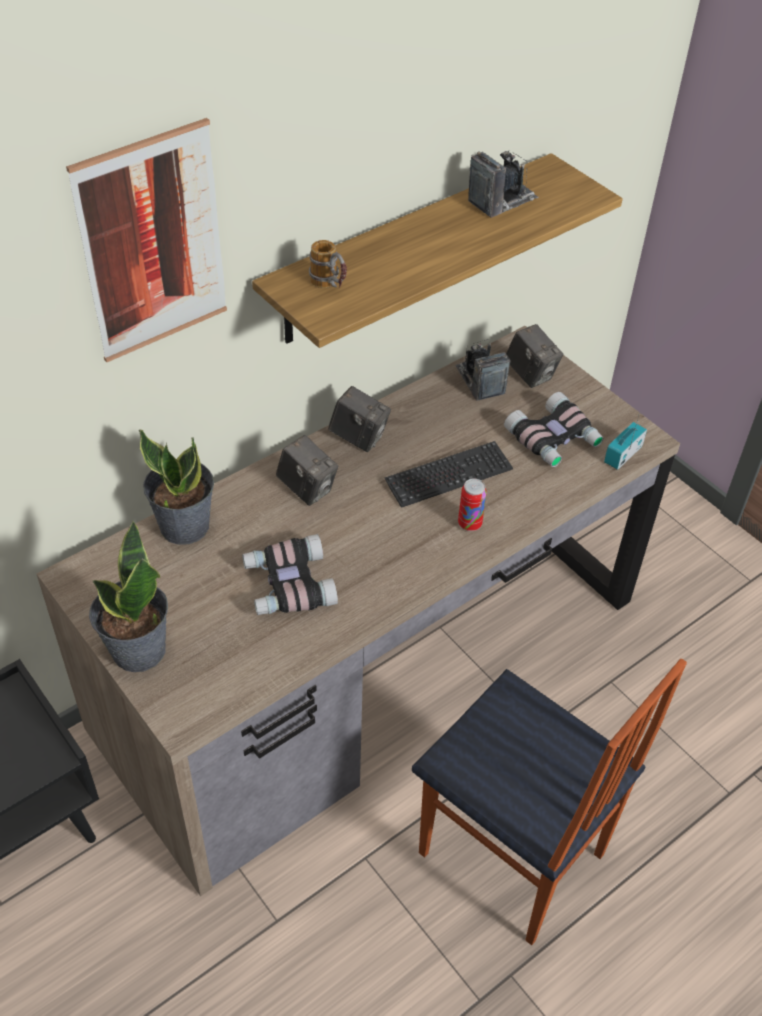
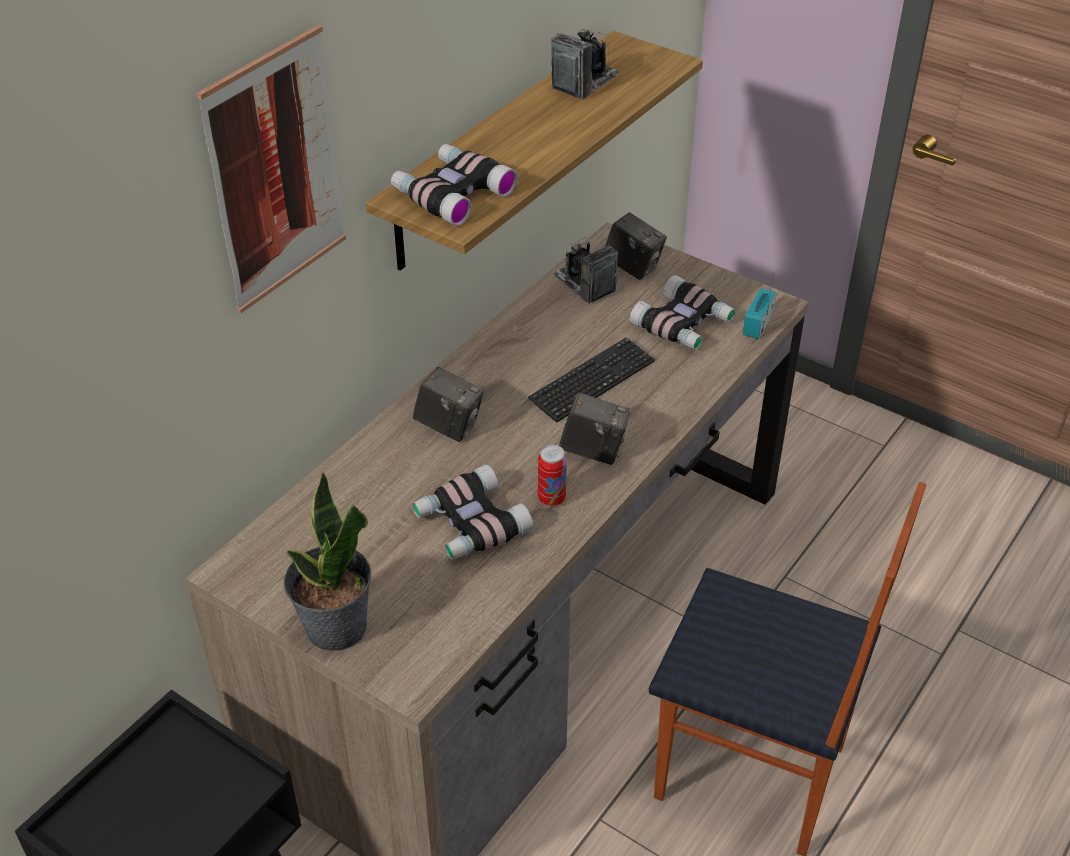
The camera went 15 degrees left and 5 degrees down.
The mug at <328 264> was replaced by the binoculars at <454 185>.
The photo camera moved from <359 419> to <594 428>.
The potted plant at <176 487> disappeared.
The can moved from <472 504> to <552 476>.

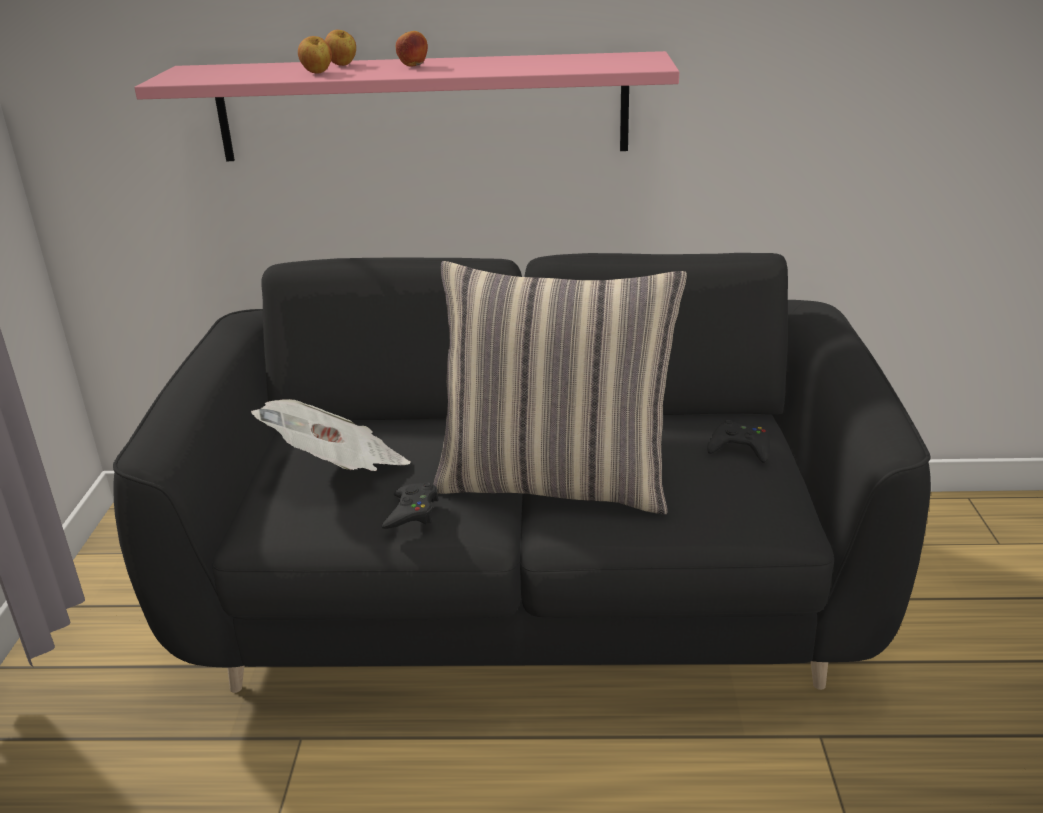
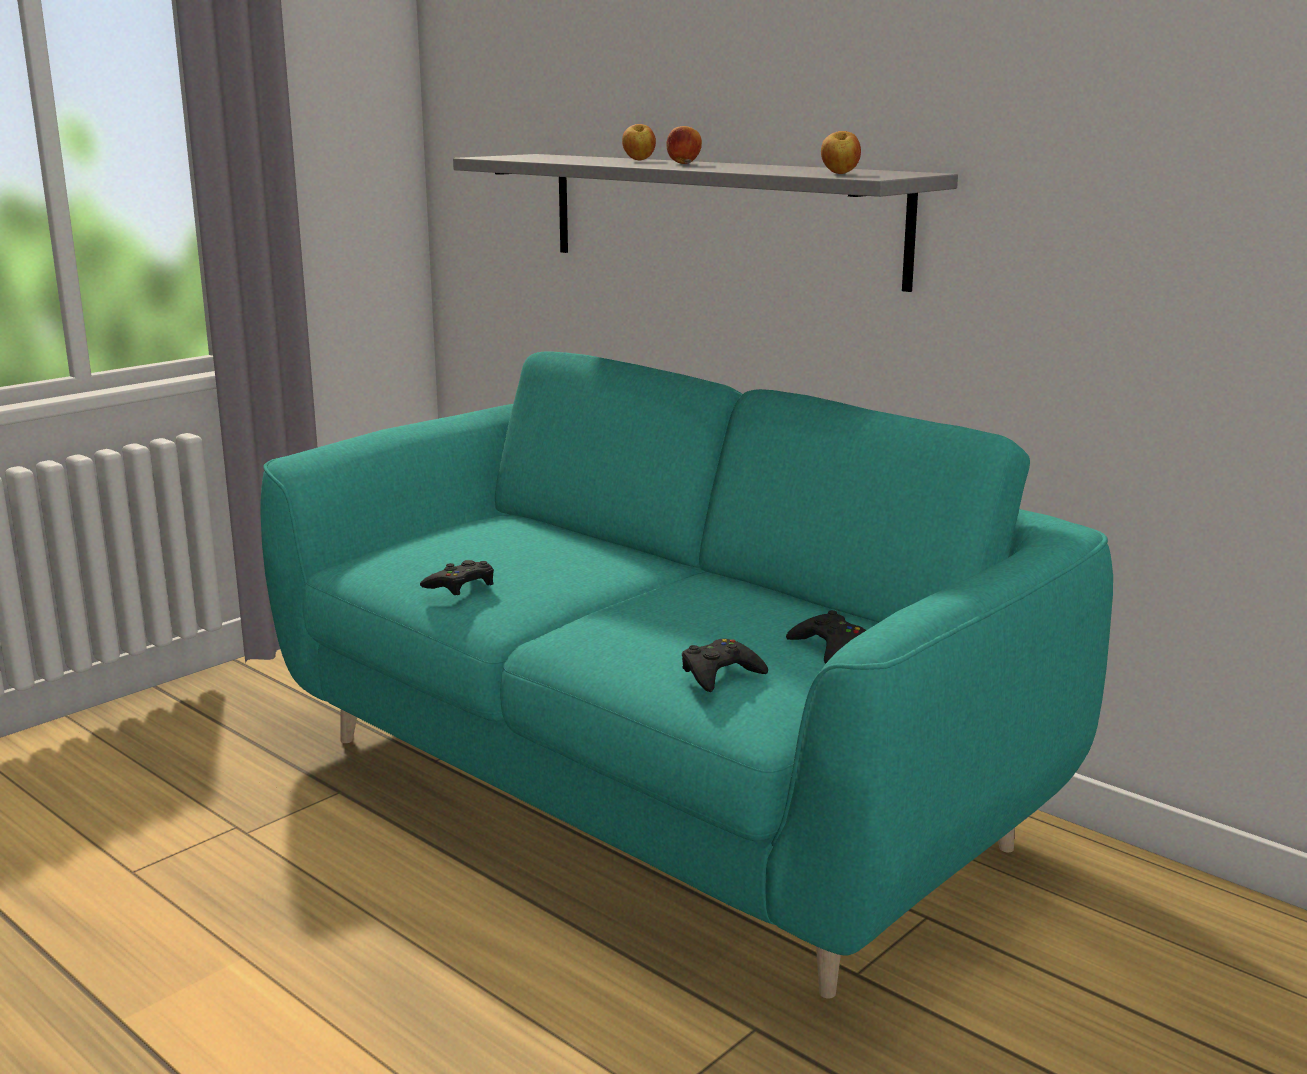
The camera went 40 degrees right and 10 degrees down.
The apple moved from <315 55> to <841 152>.
The pink shelf at <406 106> became the grey shelf at <705 223>.
The black sofa at <522 473> became the turquoise sofa at <687 675>.
The pillow at <560 387> disappeared.
The newspaper at <331 435> disappeared.
The black game controller at <725 665> appeared.

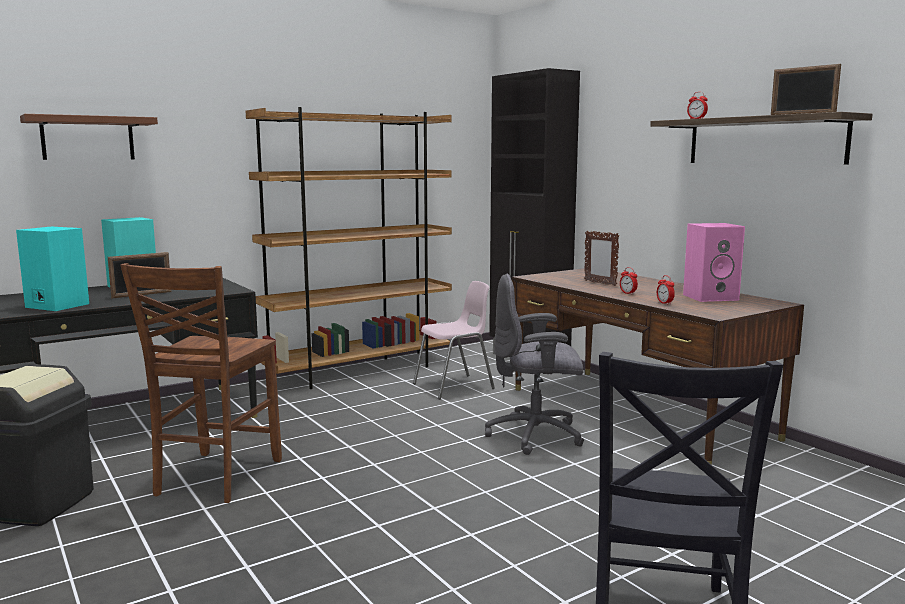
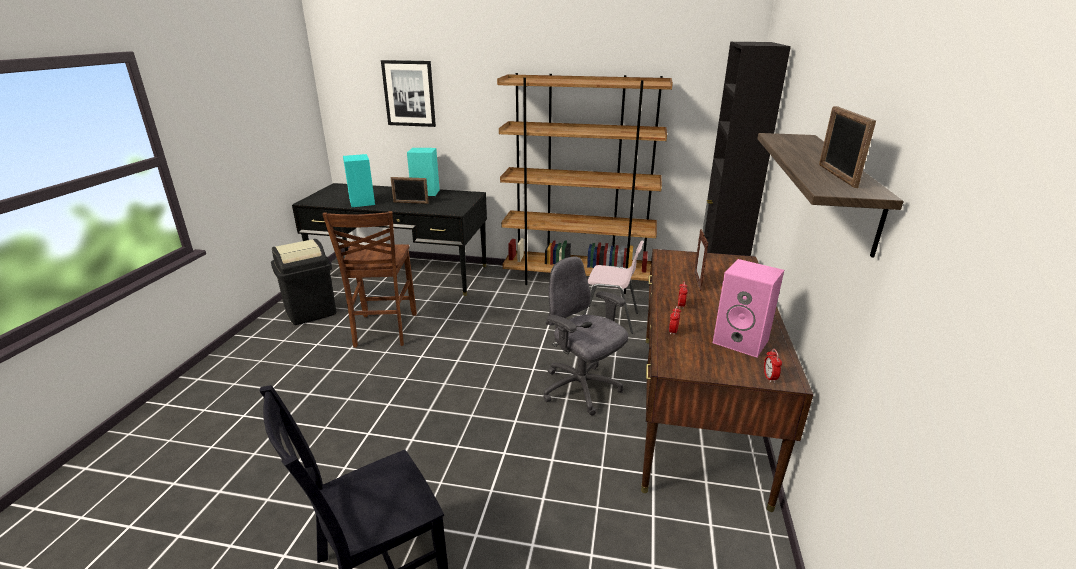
The camera went 45 degrees right and 15 degrees up.
The alarm clock moved from <697 105> to <773 366>.
The brown shelf at <89 137> was replaced by the picture at <408 93>.
The brown chair at <201 383> turned 60 degrees counterclockwise.

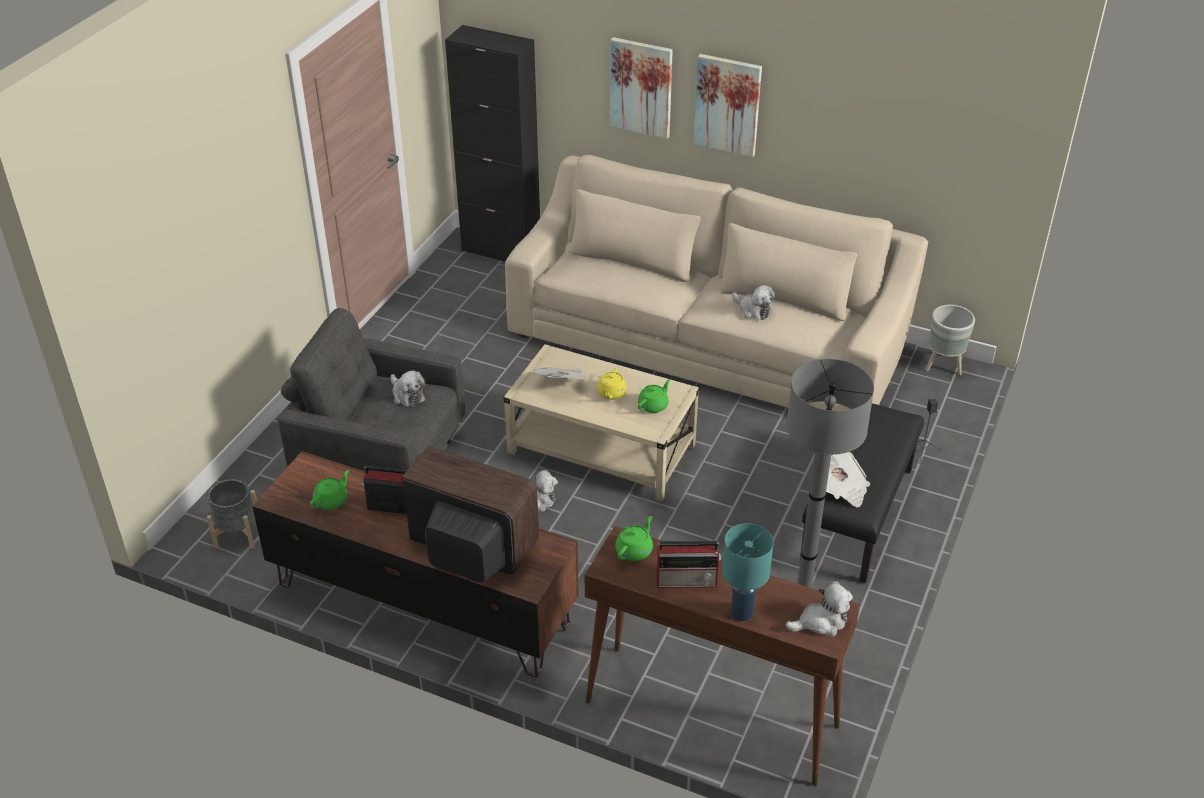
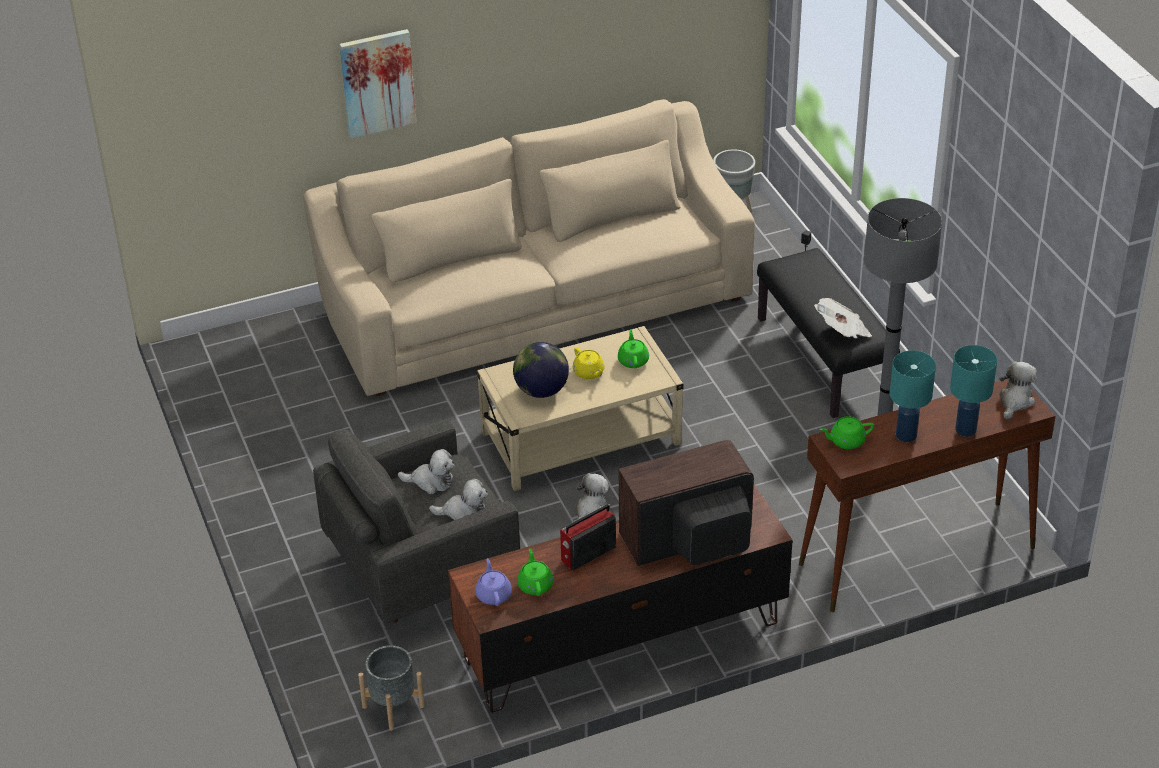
The camera went 45 degrees left and 0 degrees up.
The black cabinet at <492 143> disappeared.
The picture at <728 105> disappeared.
The plush toy moved from <753 302> to <458 499>.
The newspaper at <560 373> was replaced by the globe at <541 370>.
The green teapot at <634 538> turned 90 degrees counterclockwise.
The radio at <689 564> was replaced by the turquoise table lamp at <913 396>.
The purple teapot at <493 582> appeared.

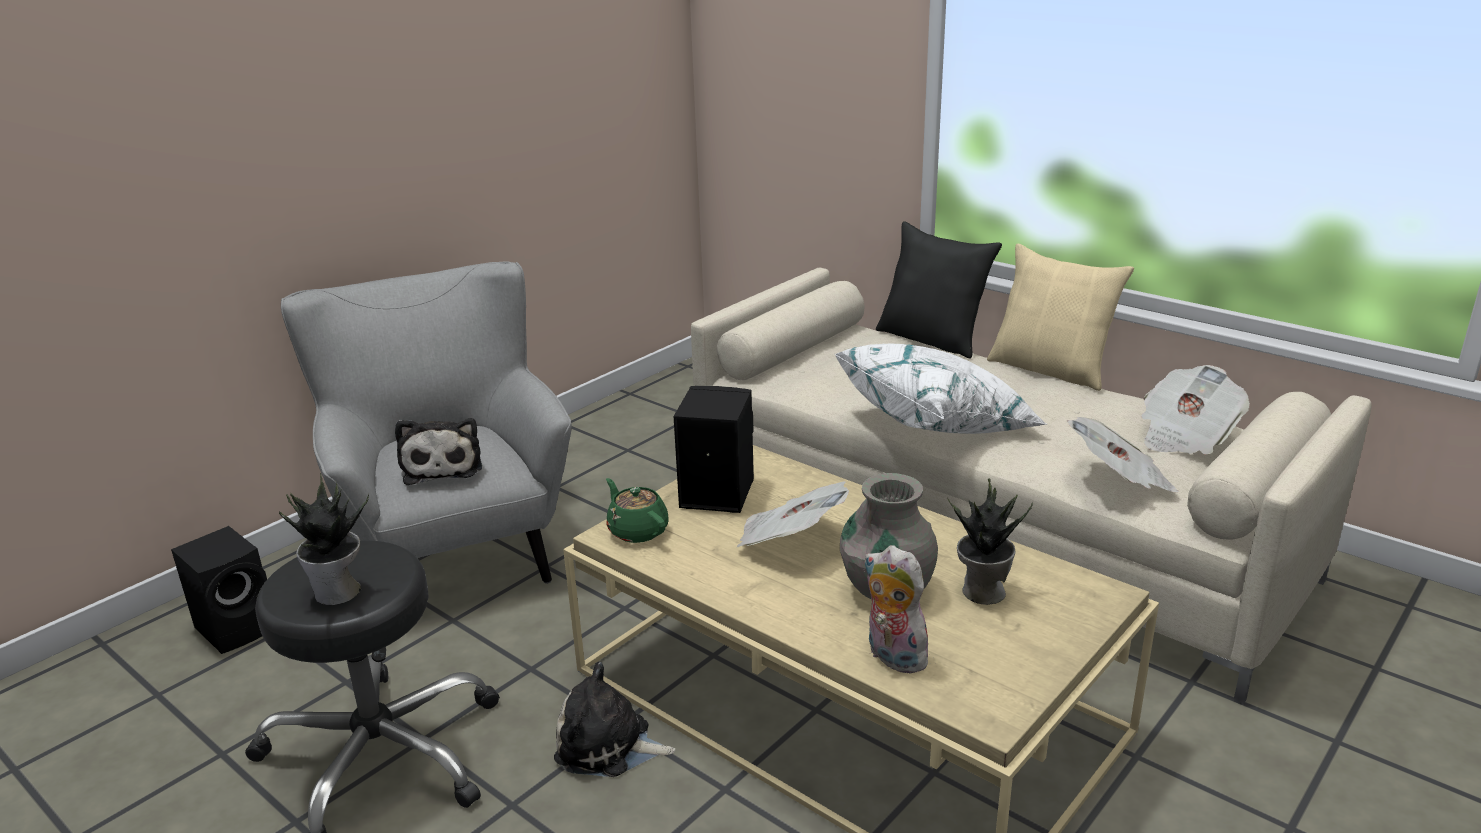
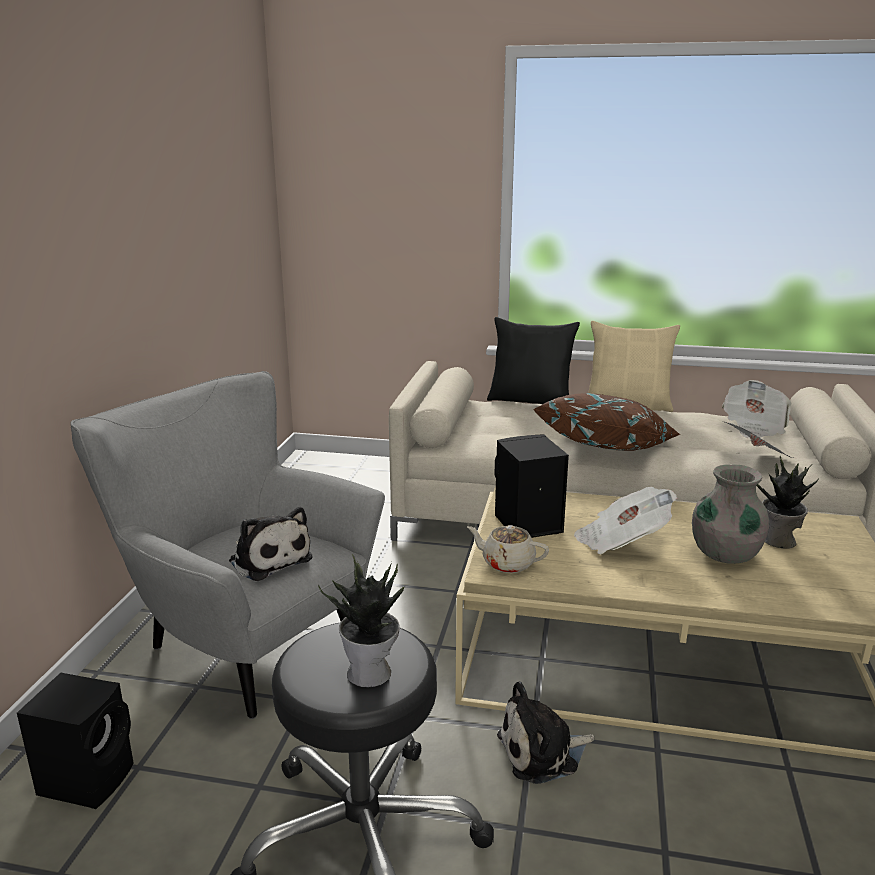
The camera went 30 degrees left and 5 degrees down.
The white pillow at <941 389> became the brown pillow at <607 422>.
The green teapot at <637 510> became the beige teapot at <508 549>.
The plush toy at <899 609> disappeared.

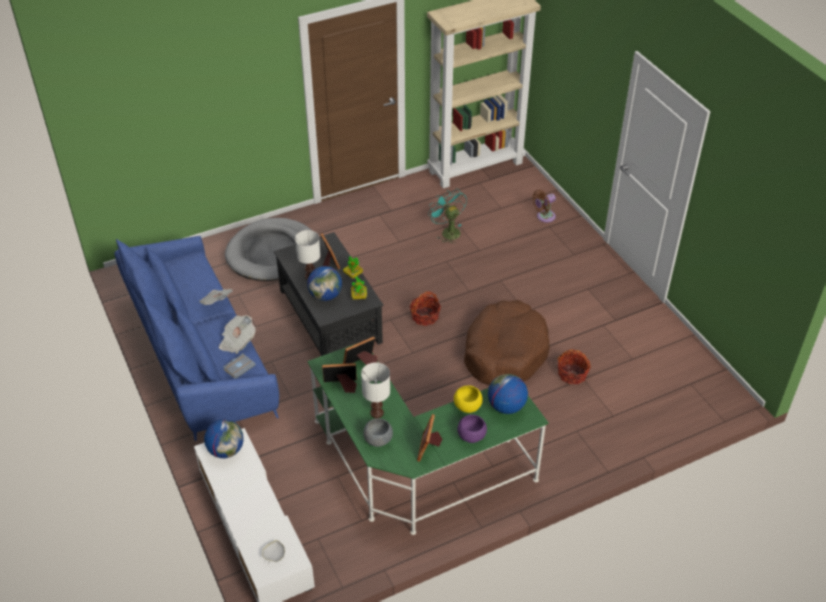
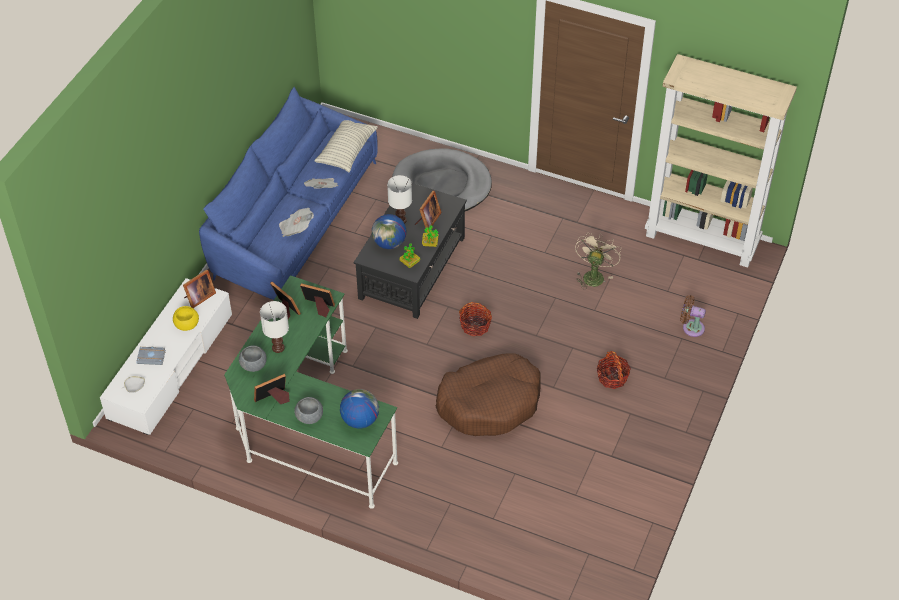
The camera went 50 degrees right and 5 degrees up.
The turquoise fan at <447 216> became the beige fan at <598 261>.
The basket moved from <574 366> to <614 370>.
The grey book moved from <239 366> to <151 356>.
The yellow bowl moved from <468 399> to <186 318>.
The purple bowl at <472 429> became the grey bowl at <308 410>.
The globe at <224 438> was replaced by the picture frame at <199 288>.
The pillow at <346 146> appeared.

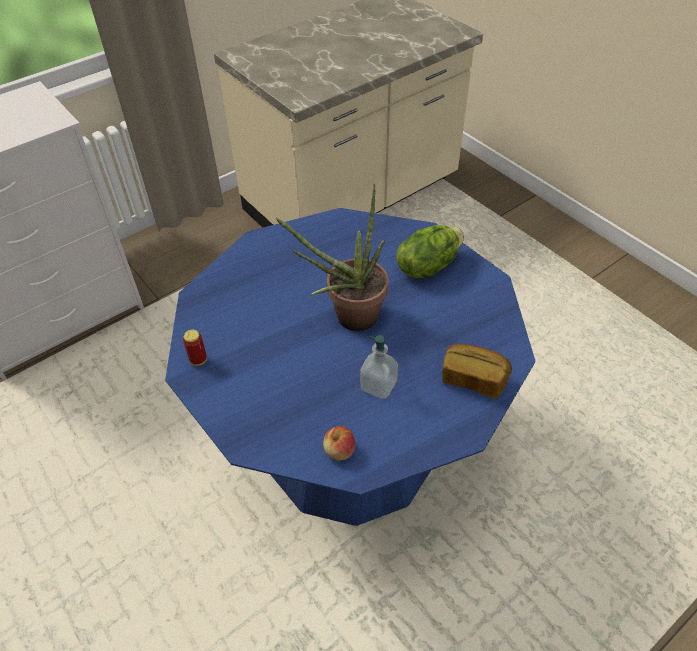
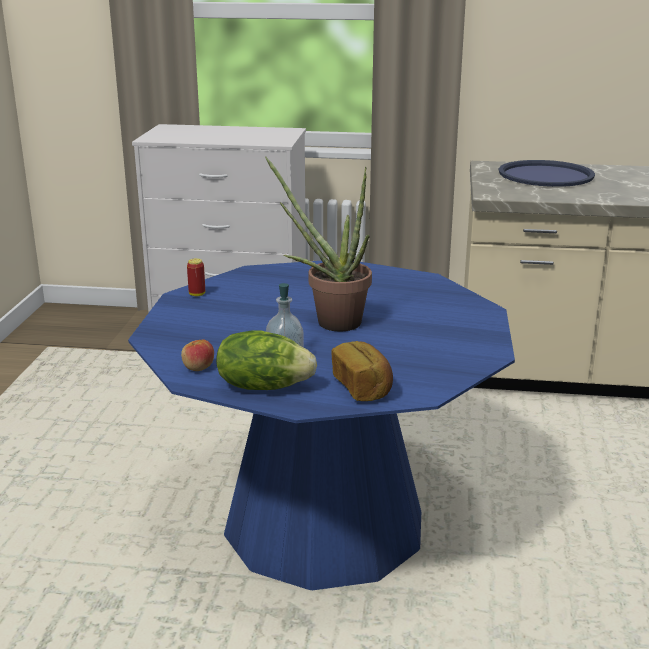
The camera went 45 degrees right and 25 degrees down.
The lettuce moved from <430 251> to <266 360>.
The blue tray at <547 173> appeared.

